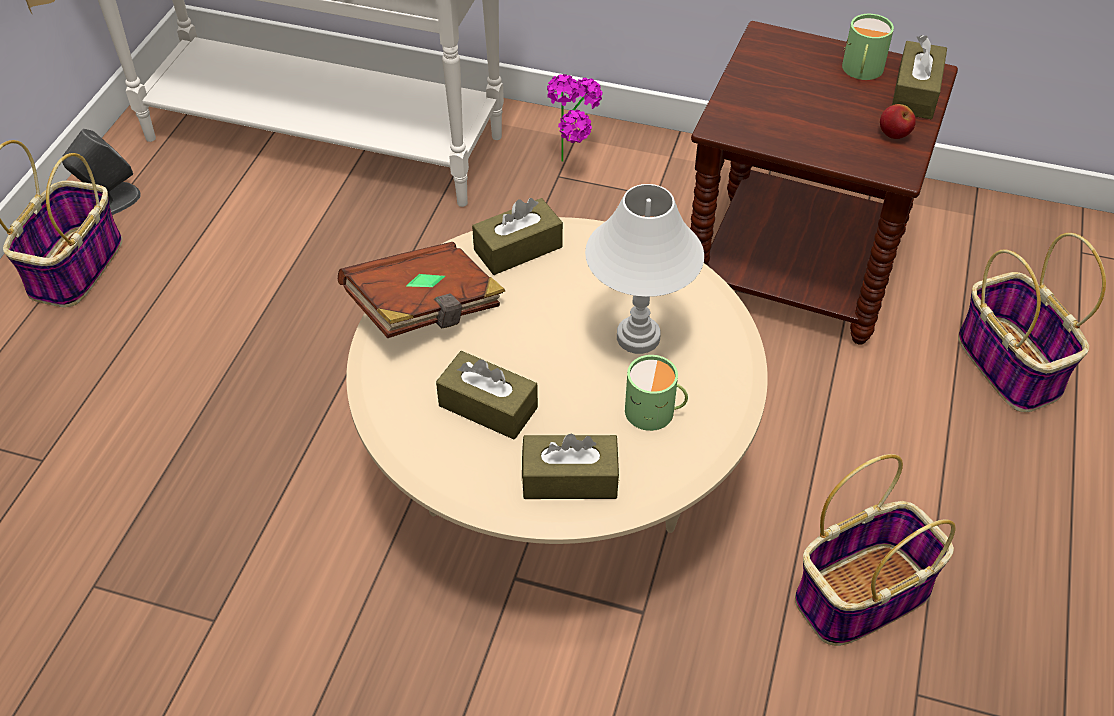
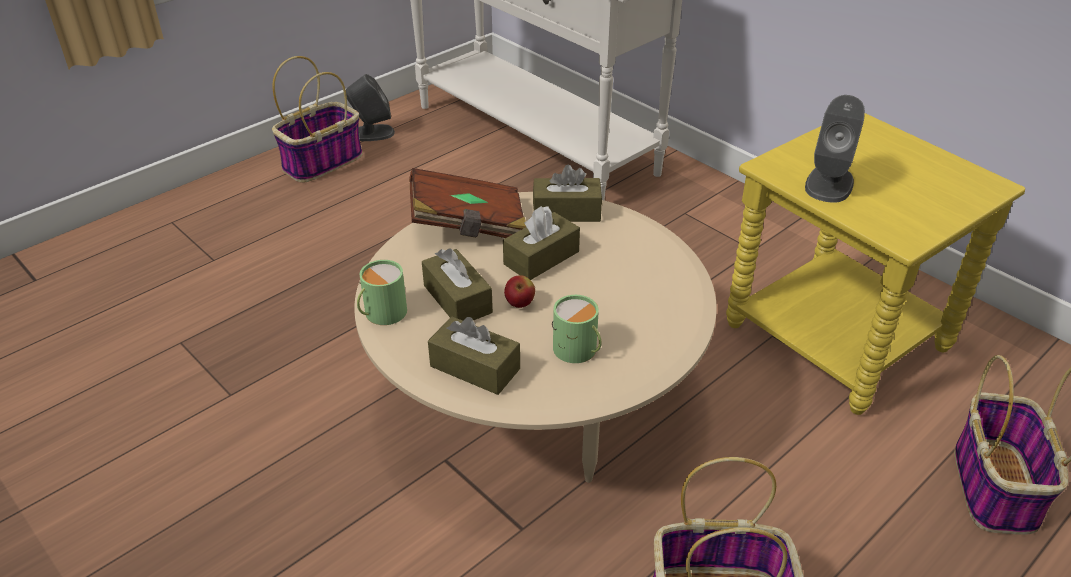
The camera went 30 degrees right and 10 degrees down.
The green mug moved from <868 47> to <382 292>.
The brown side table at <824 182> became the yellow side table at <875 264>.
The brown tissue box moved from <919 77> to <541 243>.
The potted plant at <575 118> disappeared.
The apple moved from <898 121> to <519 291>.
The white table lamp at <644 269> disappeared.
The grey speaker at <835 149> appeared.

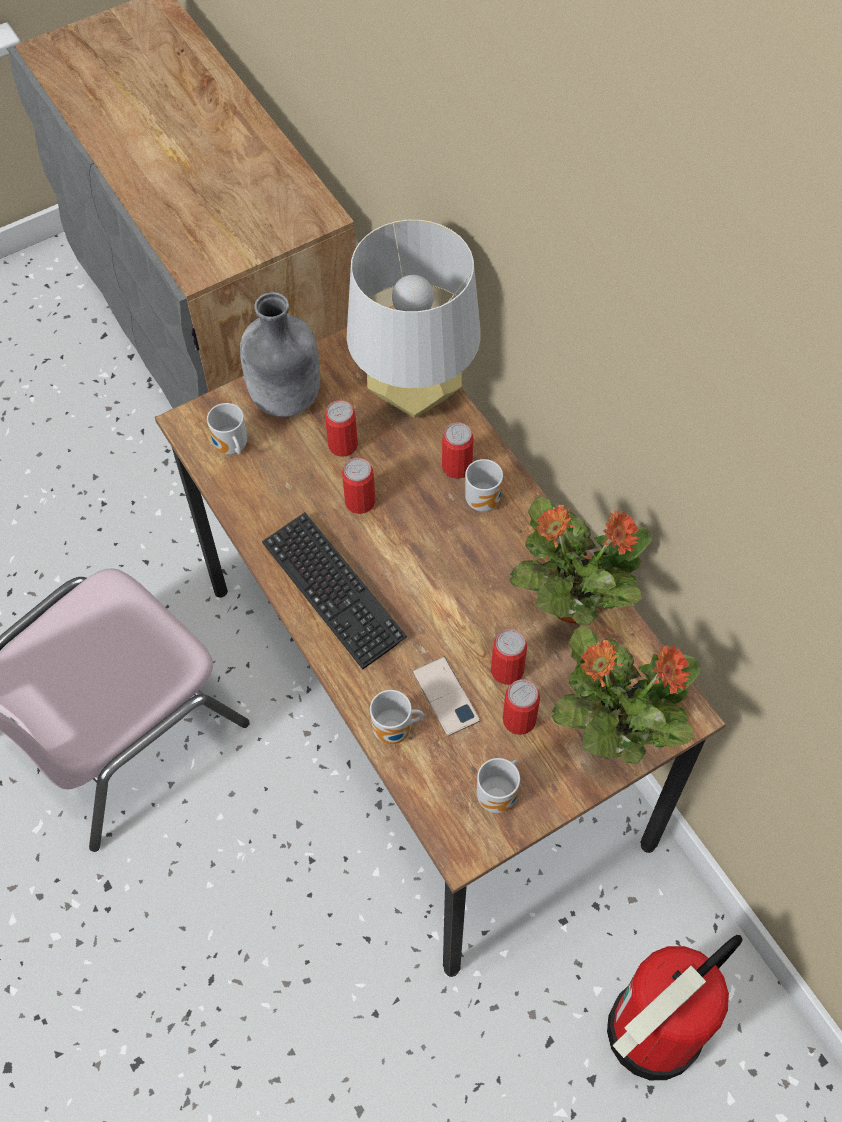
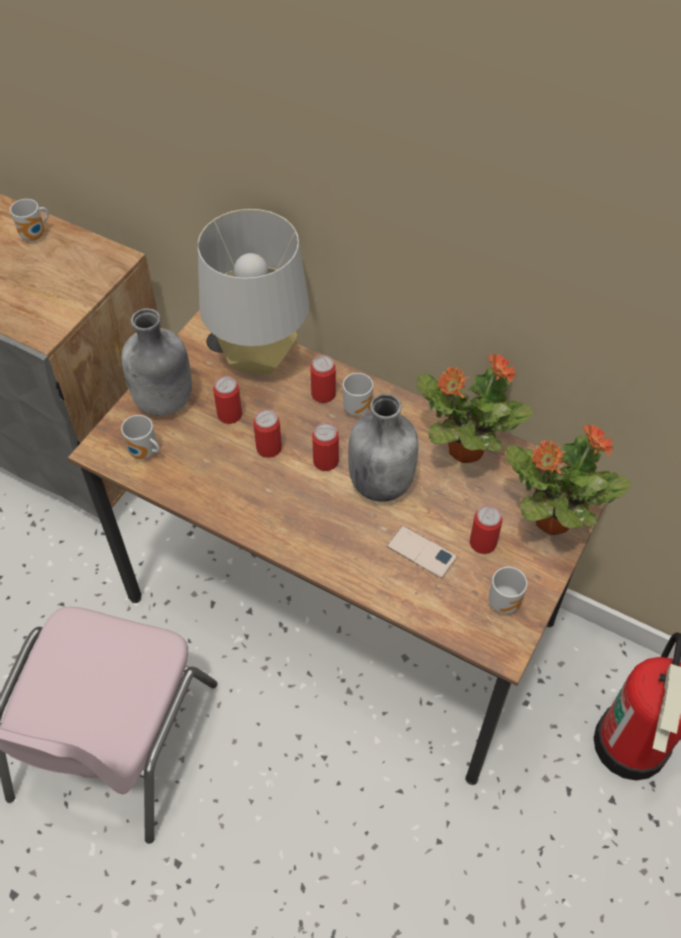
The camera went 30 degrees left and 5 degrees down.
The keyboard at <334 591> disappeared.
The can moved from <509 657> to <325 447>.
The mug moved from <397 717> to <29 220>.
The grey bottle at <383 448> appeared.

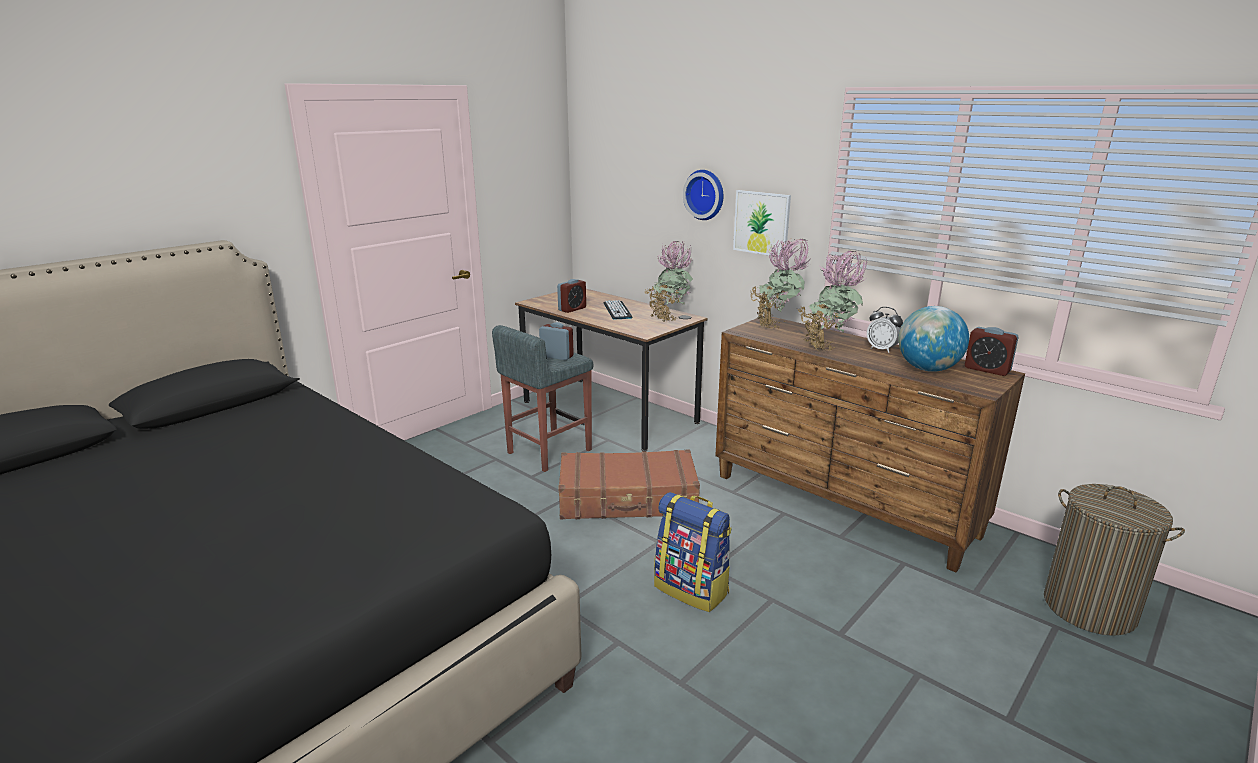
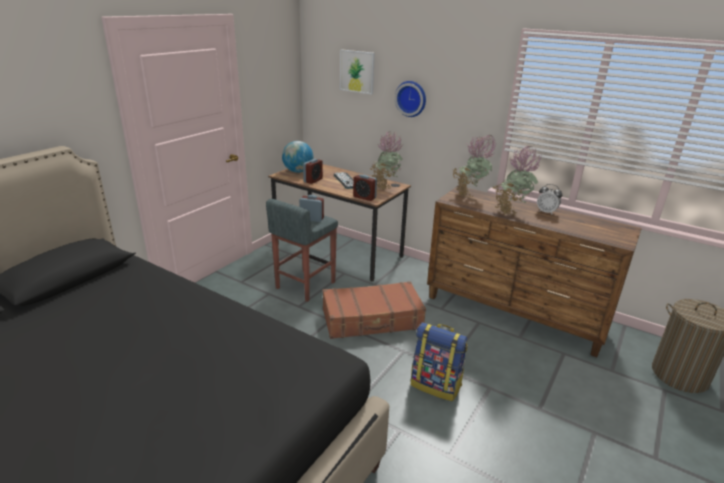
The camera went 10 degrees left and 5 degrees up.
The picture moved from <762 224> to <357 72>.
The globe moved from <933 339> to <297 157>.
The alarm clock moved from <992 351> to <365 187>.

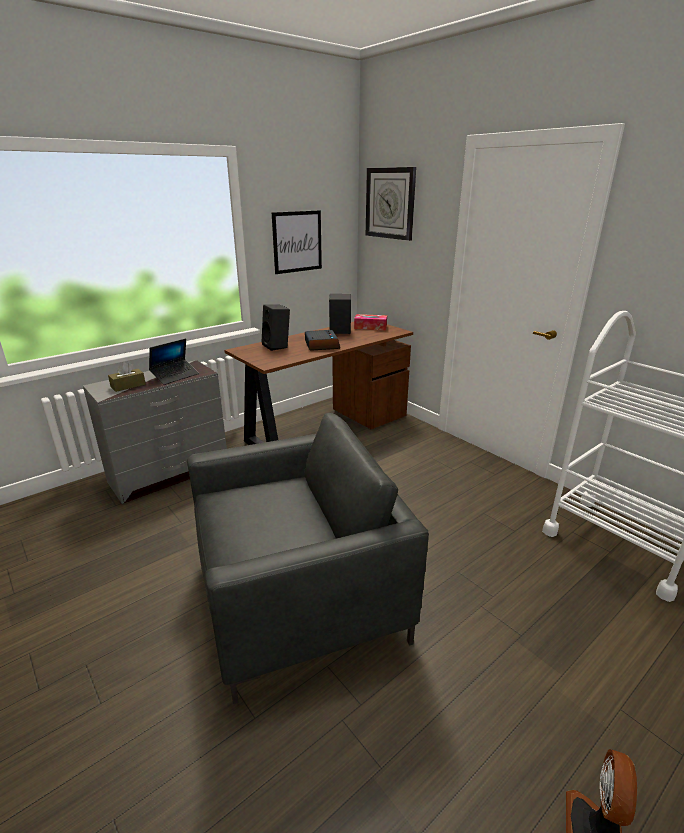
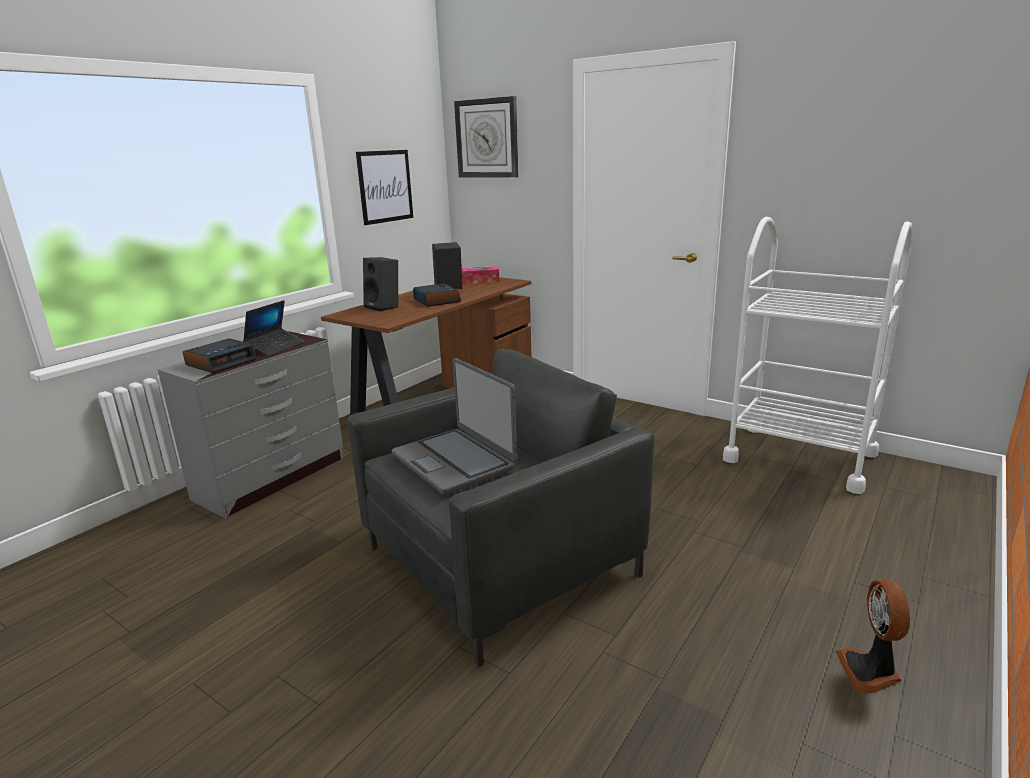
The camera went 15 degrees left and 5 degrees down.
The brown tissue box at <127 377> was replaced by the alarm clock at <220 355>.
The laptop at <454 426> appeared.

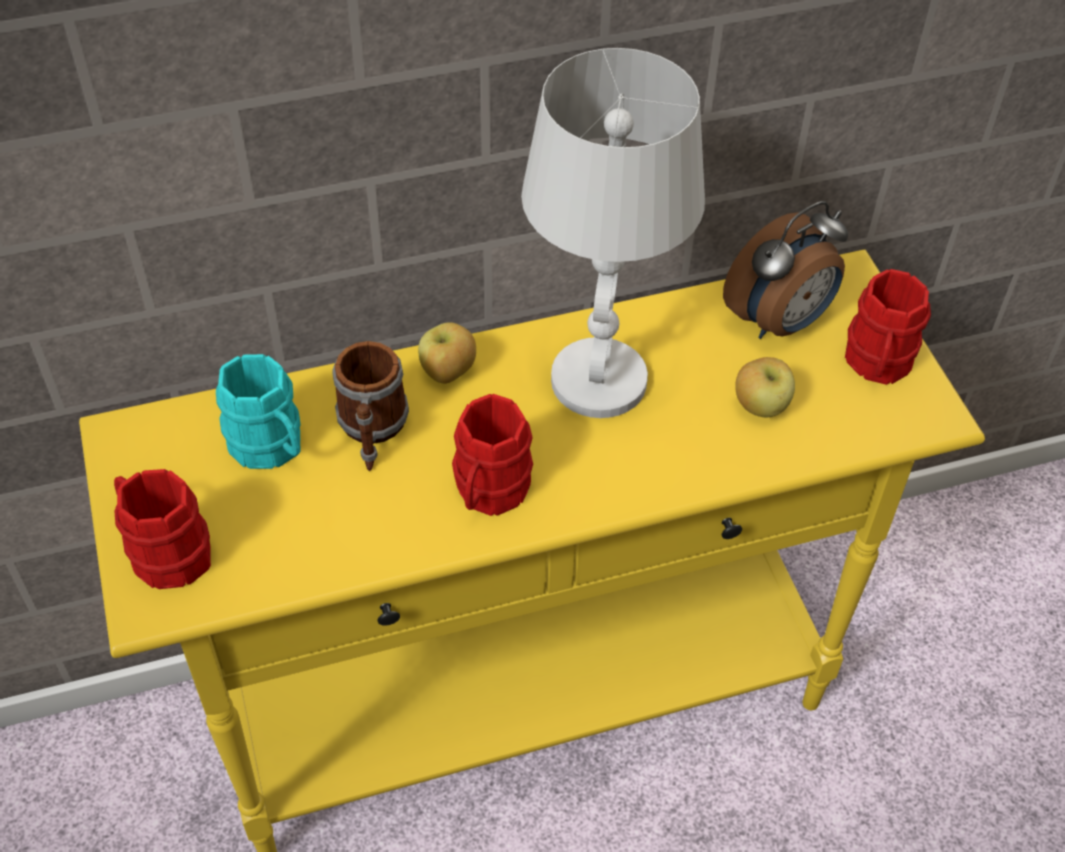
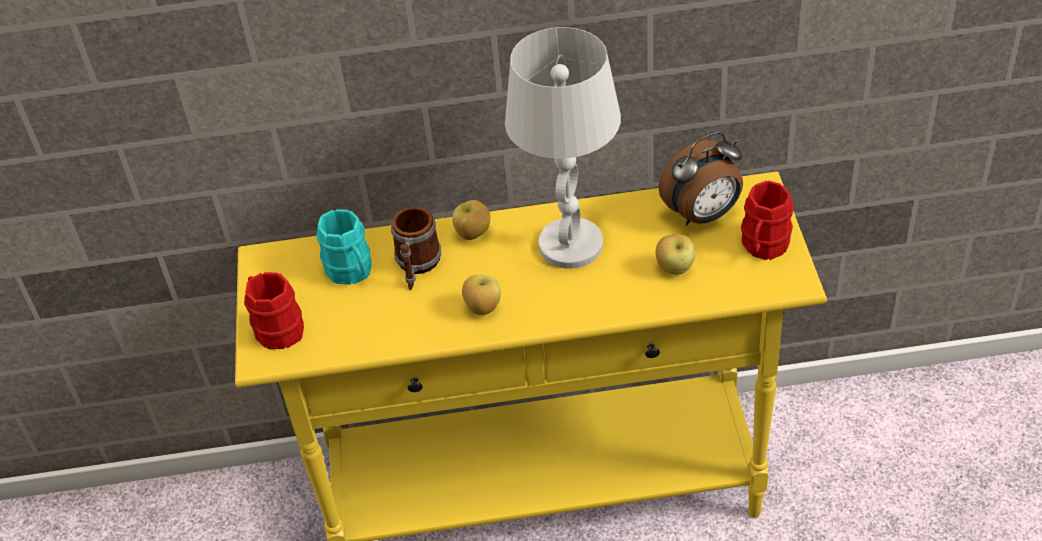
The camera went 15 degrees right and 5 degrees down.
The red mug at <492 455> was replaced by the apple at <481 295>.

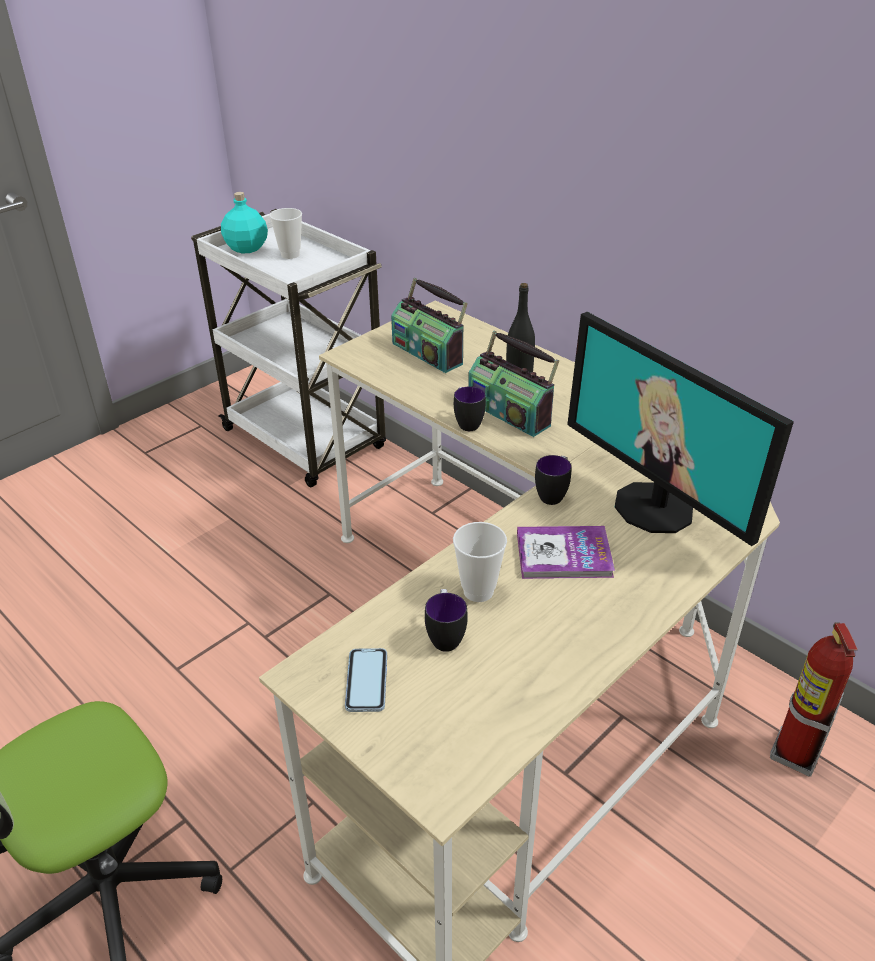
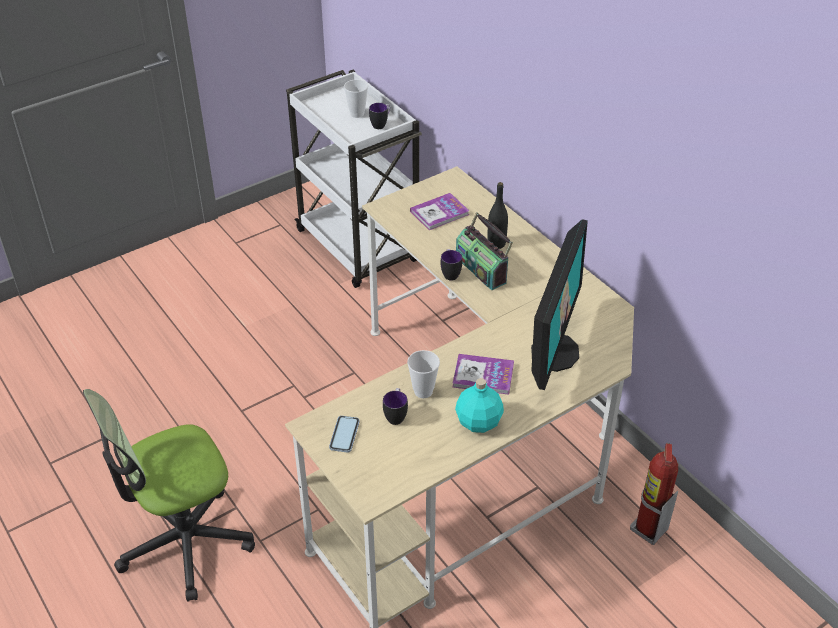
The camera went 10 degrees right and 5 degrees up.
The turquoise bottle moved from <244 223> to <479 405>.
The radio at <429 325> was replaced by the book at <439 211>.
The monitor at <680 429> turned 135 degrees counterclockwise.
The mug moved from <553 480> to <379 116>.

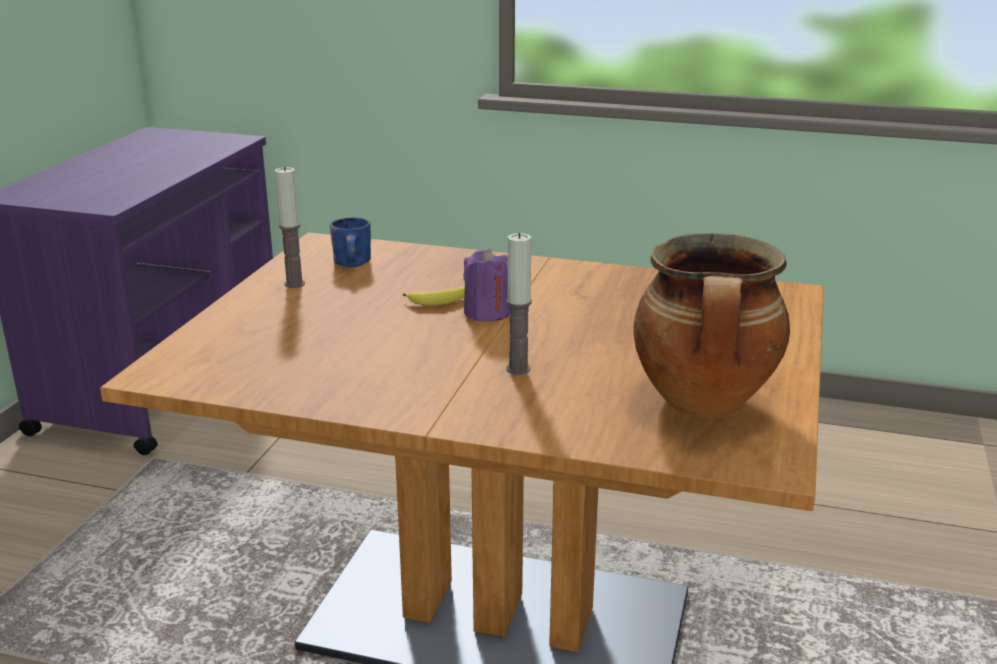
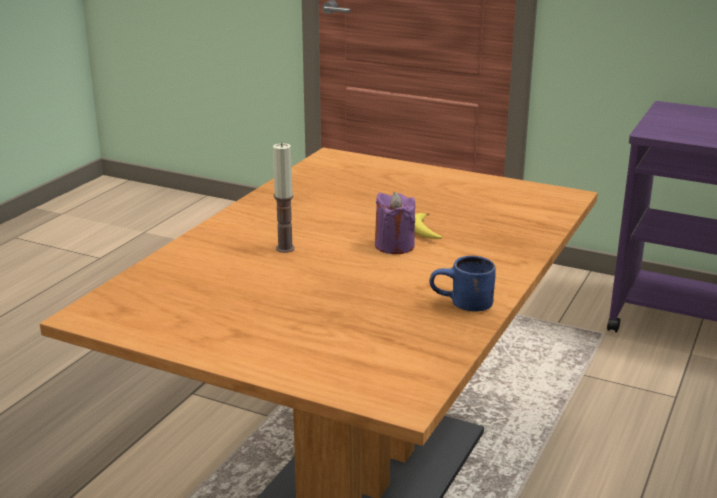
The camera went 100 degrees right and 0 degrees up.
The candle at <290 227> disappeared.
The blue mug moved from <350 242> to <462 283>.
The cooking pot at <711 325> disappeared.

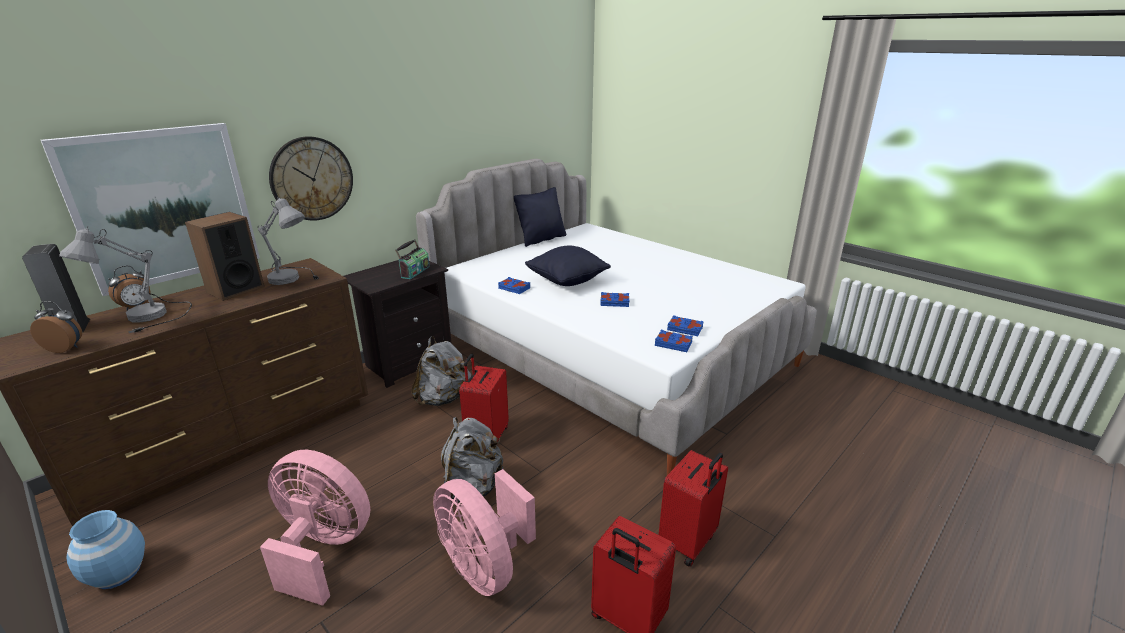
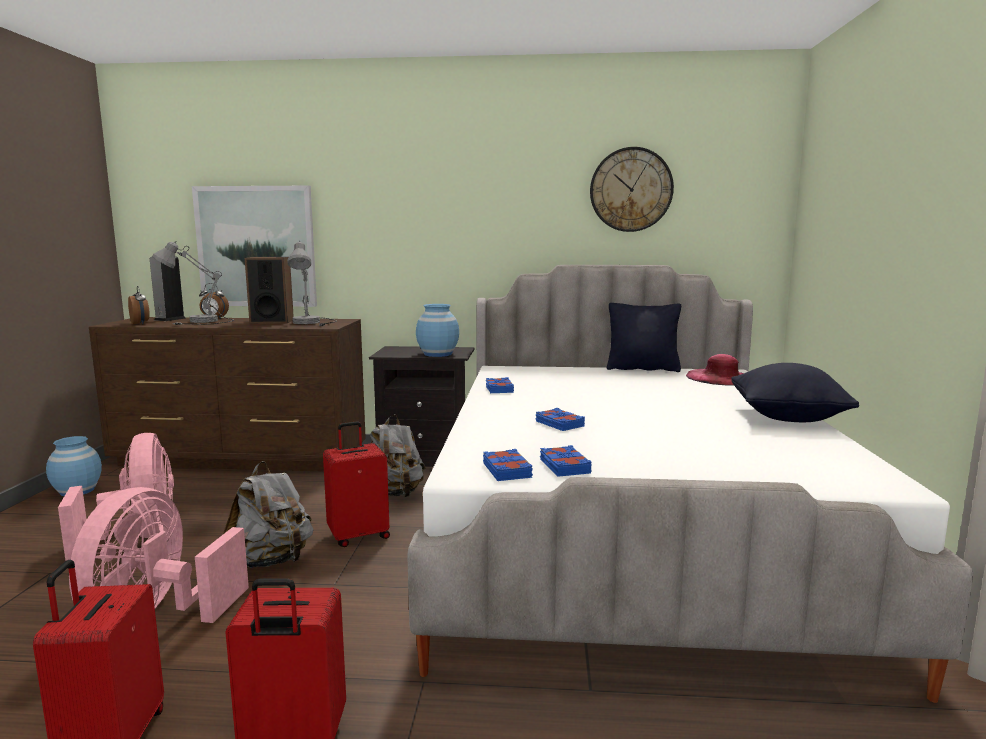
The camera went 50 degrees right and 15 degrees down.
The wall clock moved from <311 178> to <632 189>.
The radio at <412 259> was replaced by the blue vase at <437 330>.
The black pillow moved from <568 266> to <795 392>.
The pink hat at <715 370> appeared.

